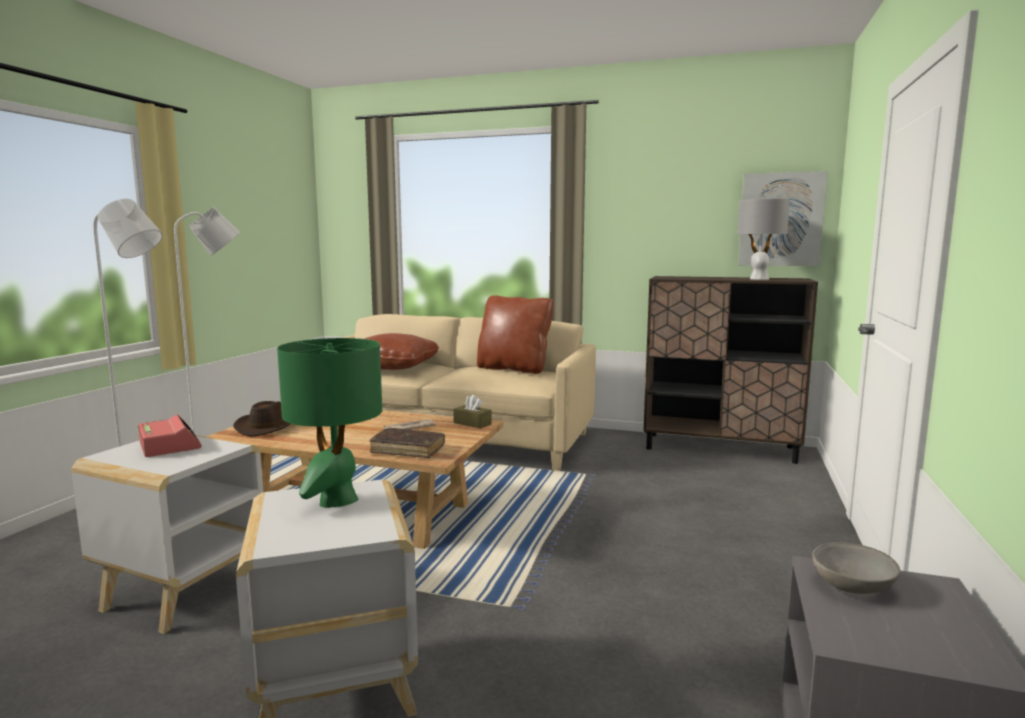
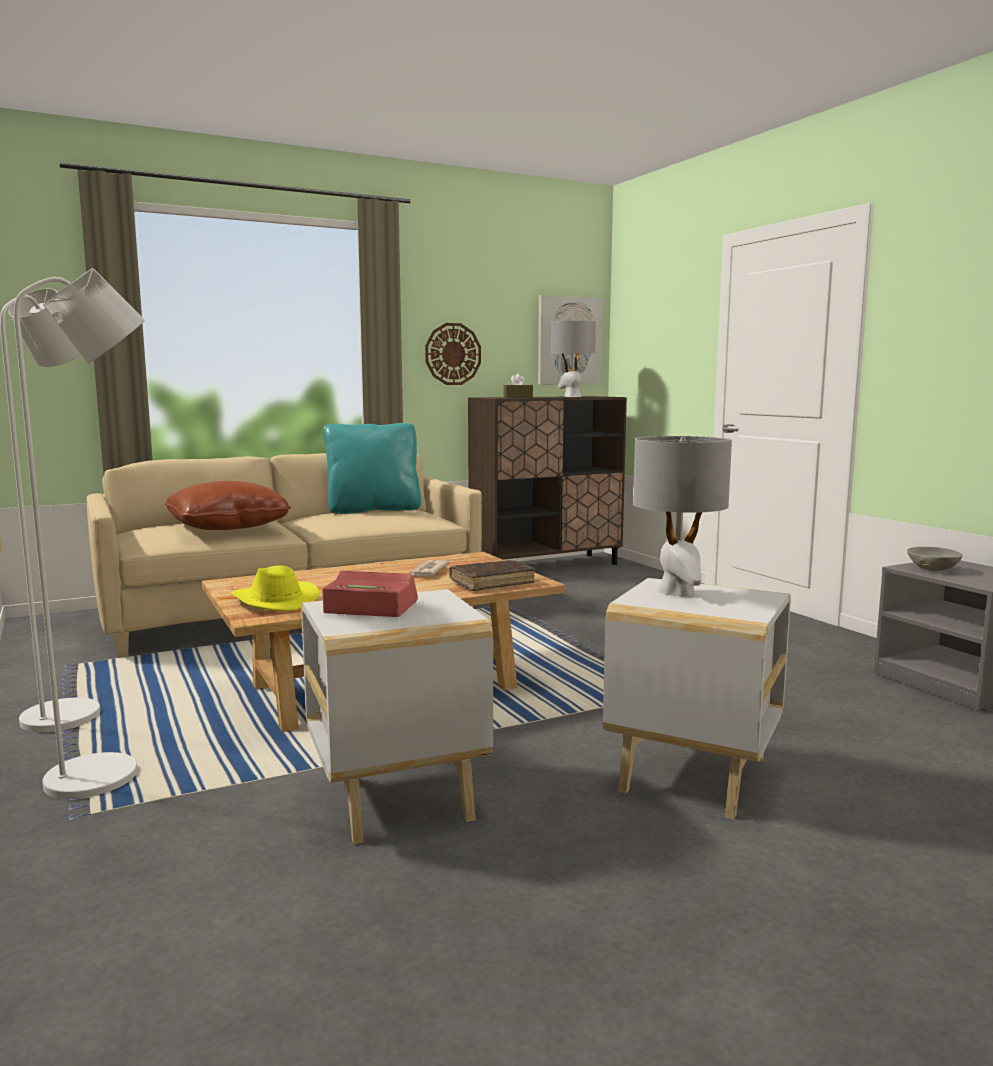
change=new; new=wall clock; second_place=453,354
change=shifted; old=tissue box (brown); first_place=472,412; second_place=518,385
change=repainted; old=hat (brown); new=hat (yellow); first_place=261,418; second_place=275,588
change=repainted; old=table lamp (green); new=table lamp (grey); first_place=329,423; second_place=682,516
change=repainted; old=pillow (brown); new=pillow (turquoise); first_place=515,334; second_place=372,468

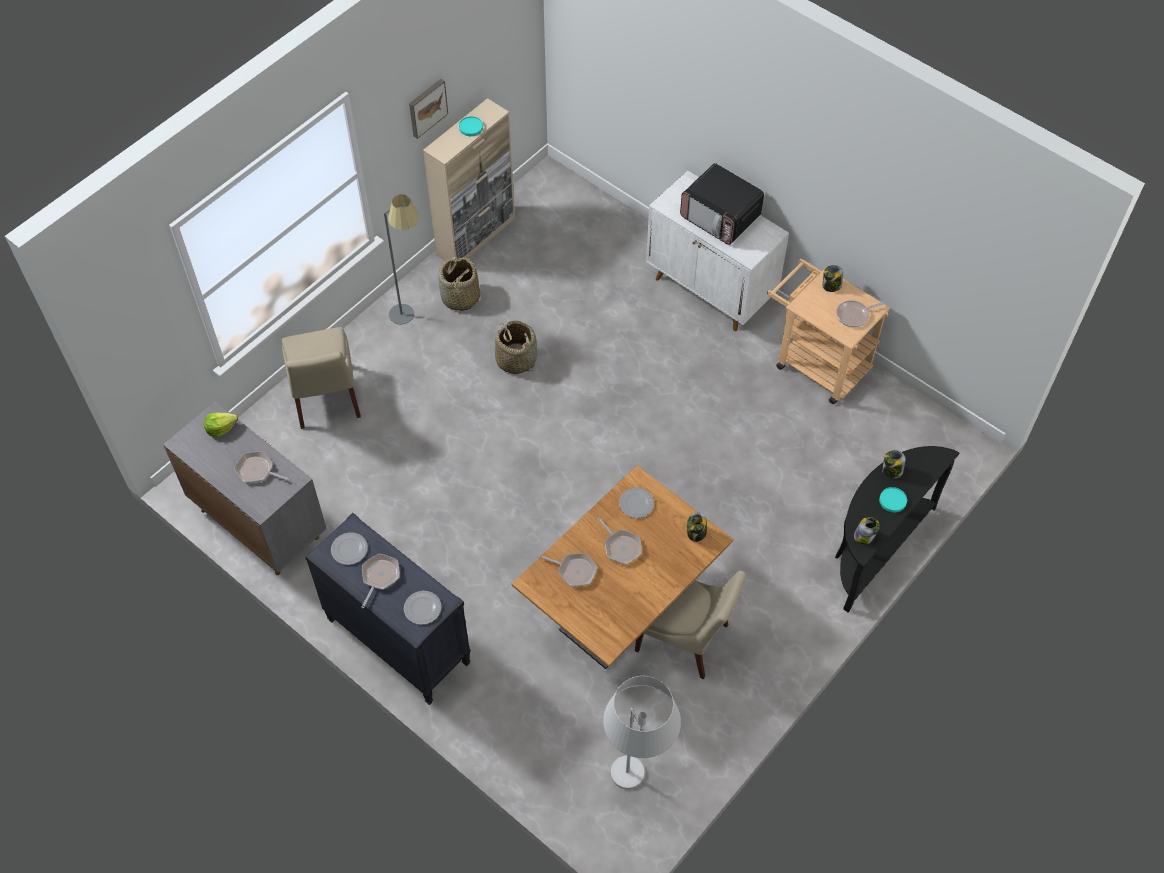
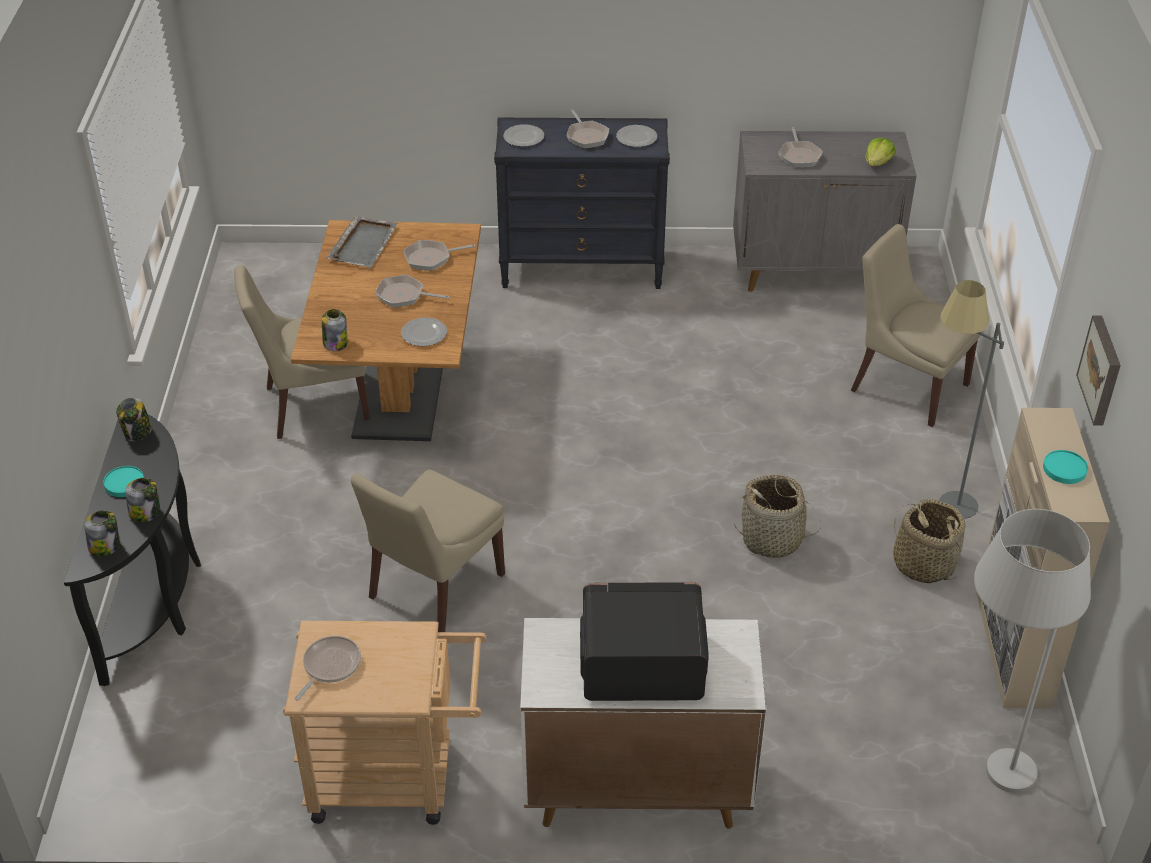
change=new; new=tray (grey); second_place=362,242
change=new; new=chair (beige); second_place=428,551
change=shifted; old=floor lamp (white); first_place=642,732; second_place=1032,651
change=shifted; old=jar; first_place=833,278; second_place=102,534
change=rotated; old=frying pan; first_place=262,467; second_place=800,147; degrees=105

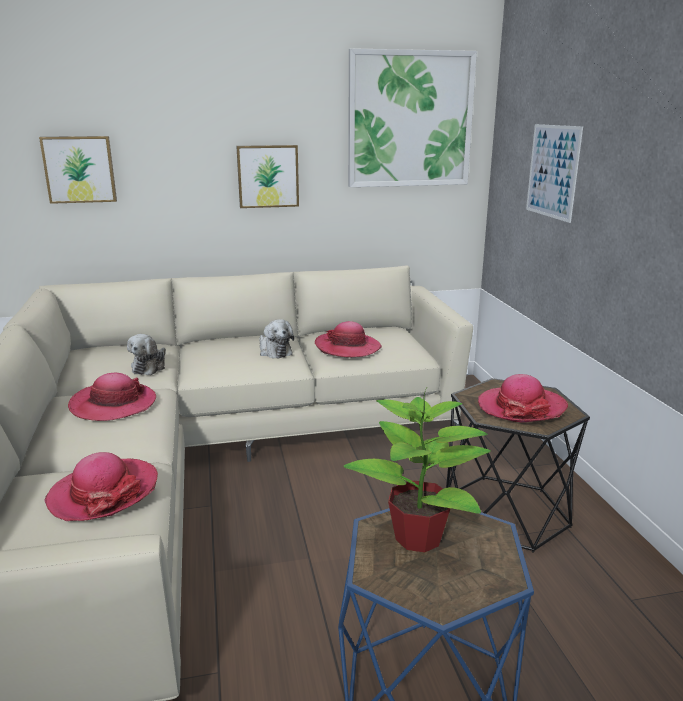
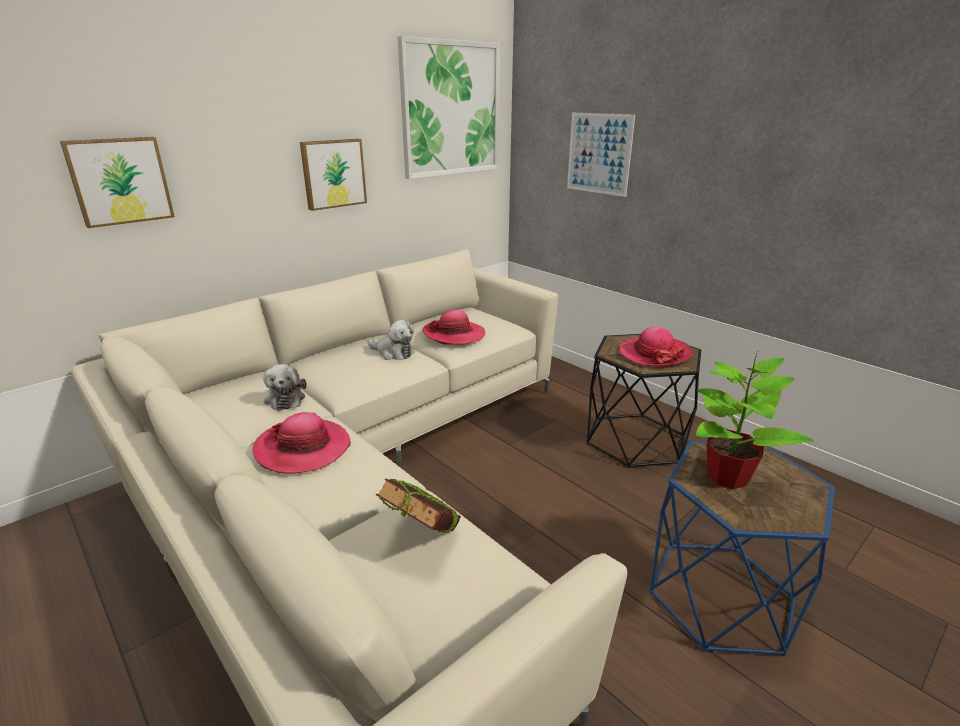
change=swapped; old=hat; new=book; first_place=101,486; second_place=418,505

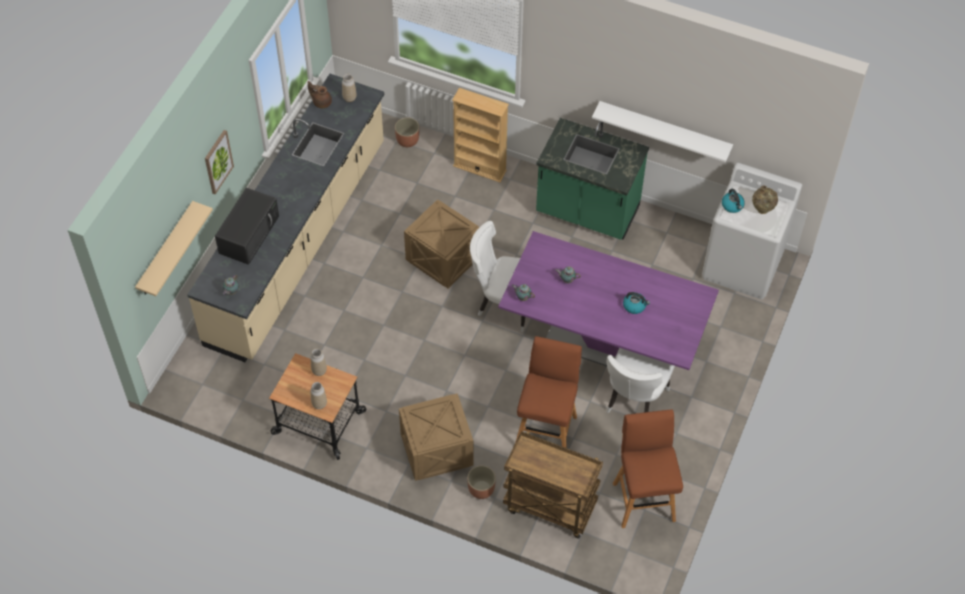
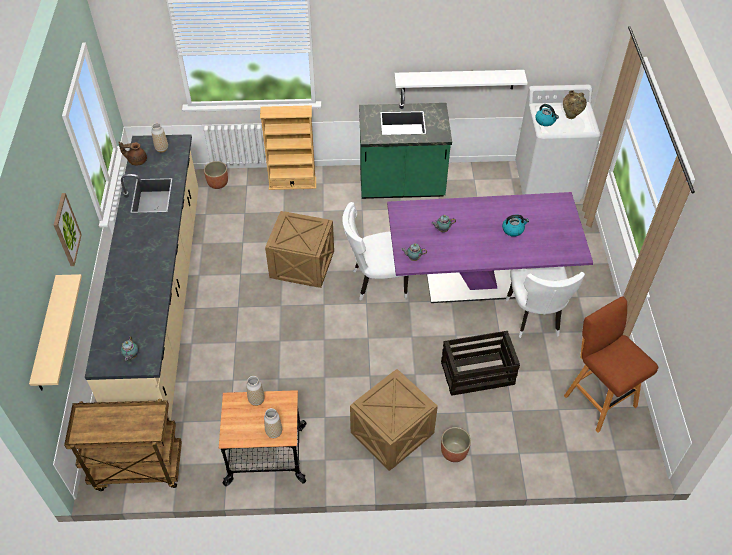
change=gone; old=microwave (black); first_place=247,226
change=shifted; old=cart (brown); first_place=553,485; second_place=123,445
change=swapped; old=stool (brown); new=crate; first_place=548,392; second_place=480,363

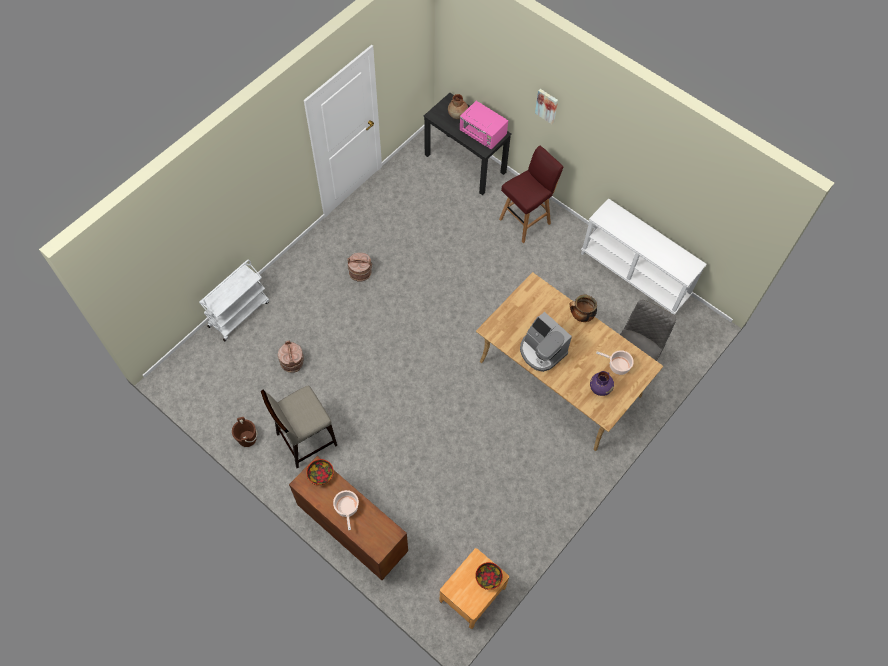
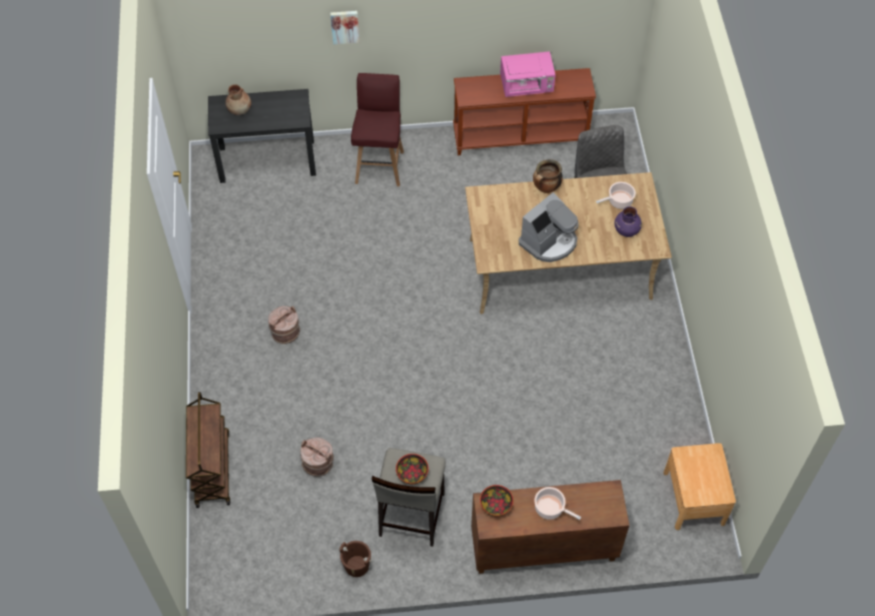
change=shifted; old=microwave (pink); first_place=483,125; second_place=527,74
change=shifted; old=bowl; first_place=489,576; second_place=412,469
change=repainted; old=cart (white); new=cart (brown); first_place=234,300; second_place=208,450
change=repainted; old=console table (white); new=console table (brown); first_place=644,256; second_place=524,111
change=rotated; old=coffee machine; first_place=546,342; second_place=549,227; degrees=-45

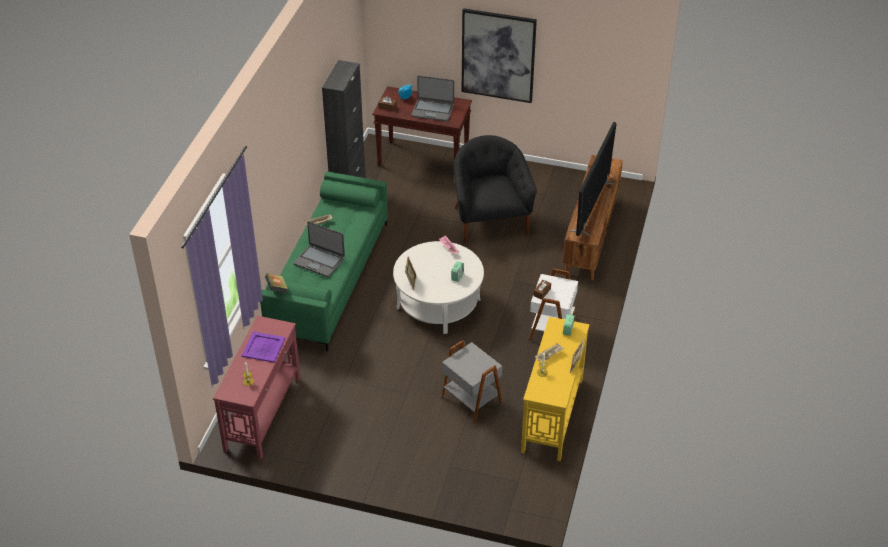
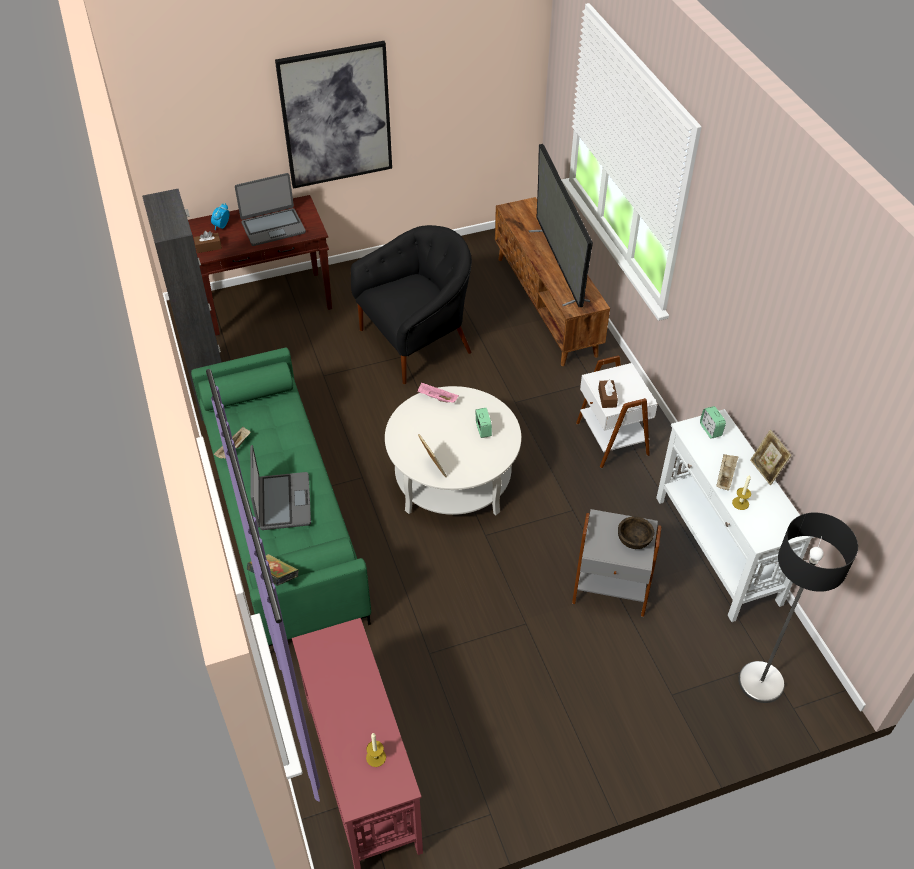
change=gone; old=tray (purple); first_place=263,347
change=new; new=bowl (brown); second_place=636,532
change=new; new=floor lamp; second_place=798,608
change=repainted; old=console table (yellow); new=console table (white); first_place=555,389; second_place=735,515
change=rotated; old=laptop; first_place=319,249; second_place=280,487; degrees=-90
change=rotated; old=armchair (black); first_place=495,189; second_place=411,304; degrees=105

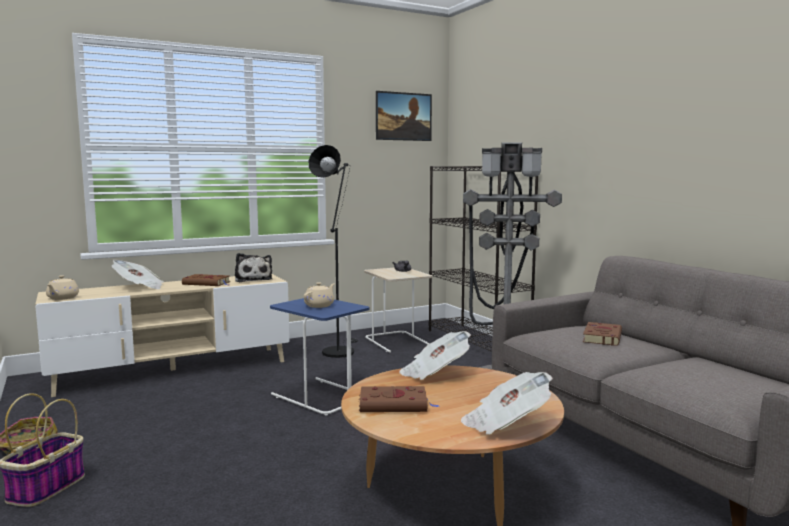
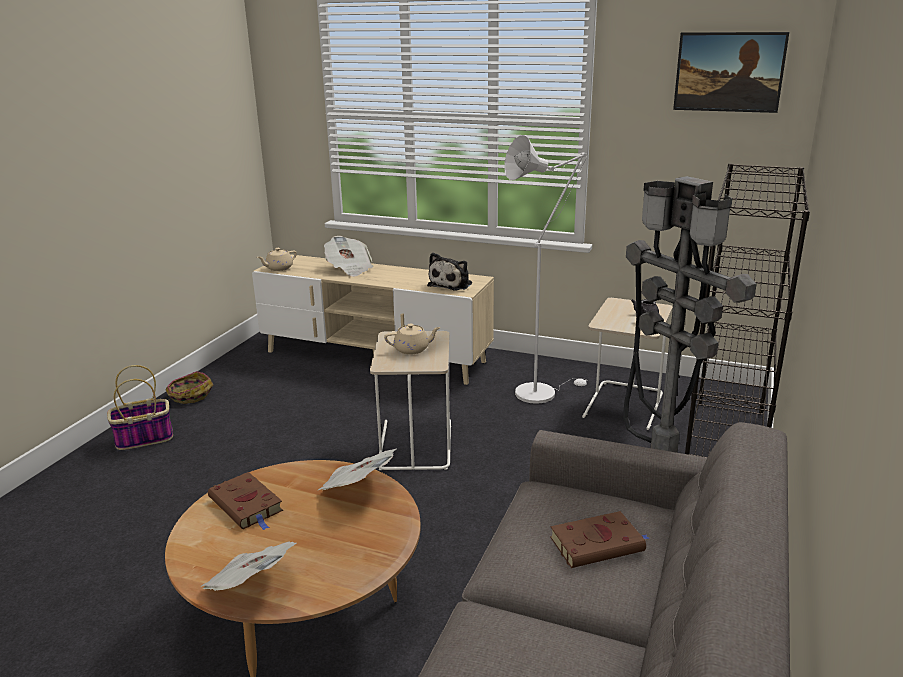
change=gone; old=book (brown); first_place=206,280
change=repainted; old=side table (blue); new=side table (beige); first_place=319,357; second_place=410,400
change=repainted; old=floor lamp (black); new=floor lamp (white); first_place=333,251; second_place=546,269

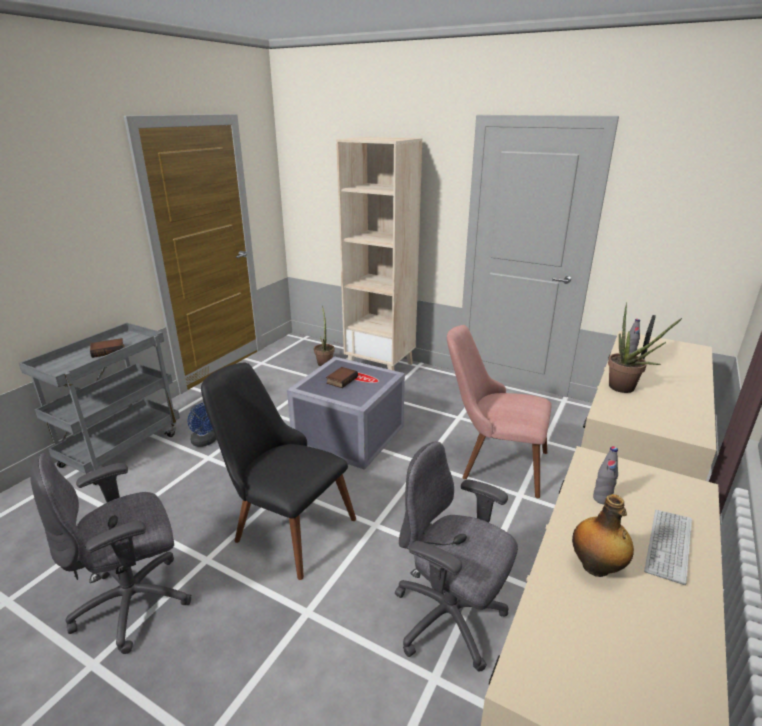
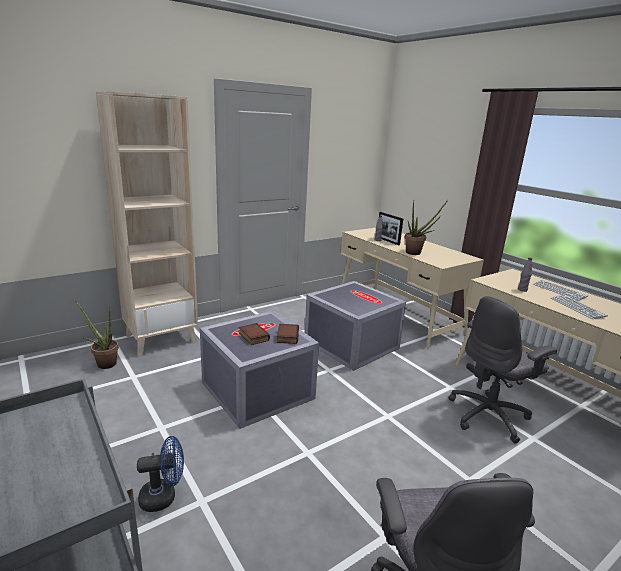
change=gone; old=chair (black); first_place=278,471
change=shifted; old=book; first_place=107,348; second_place=288,334
change=swapped; old=chair (pink); new=storage box (grey); first_place=499,411; second_place=355,326
change=swapped; old=bottle; new=keyboard; first_place=603,535; second_place=579,307

